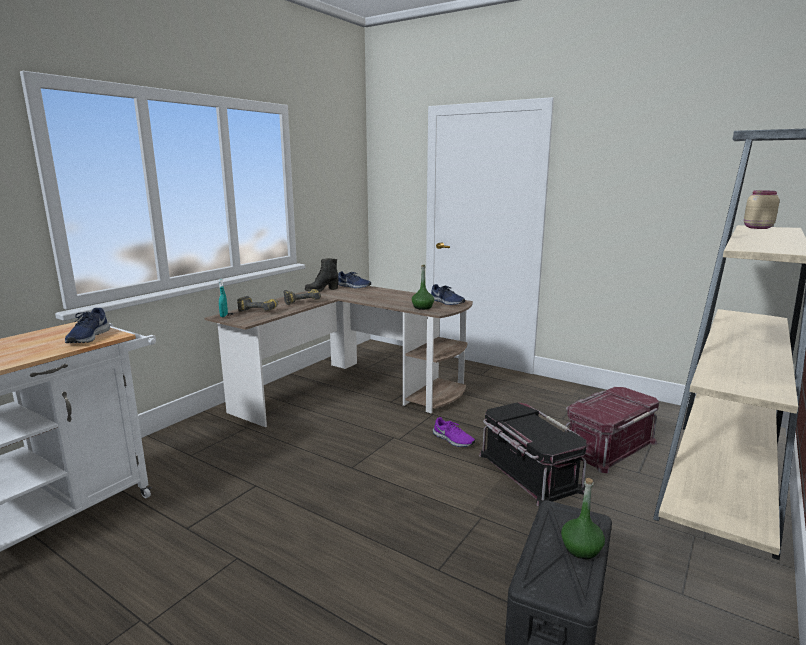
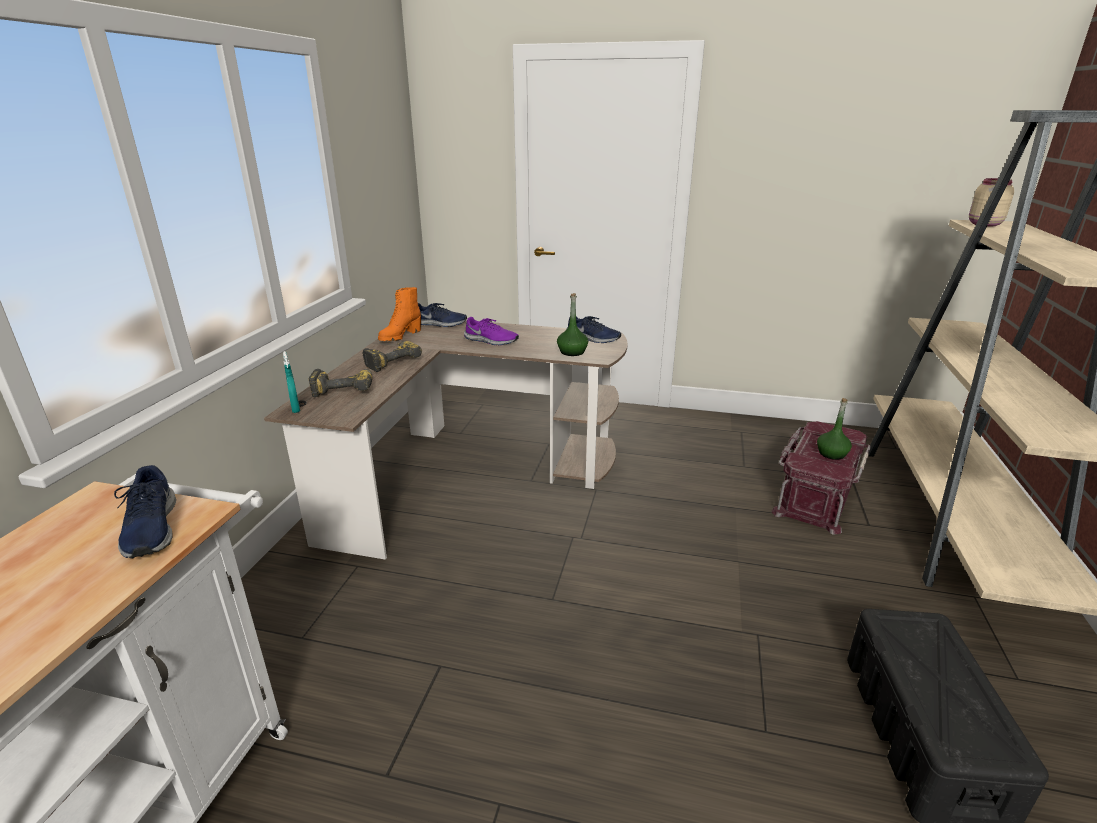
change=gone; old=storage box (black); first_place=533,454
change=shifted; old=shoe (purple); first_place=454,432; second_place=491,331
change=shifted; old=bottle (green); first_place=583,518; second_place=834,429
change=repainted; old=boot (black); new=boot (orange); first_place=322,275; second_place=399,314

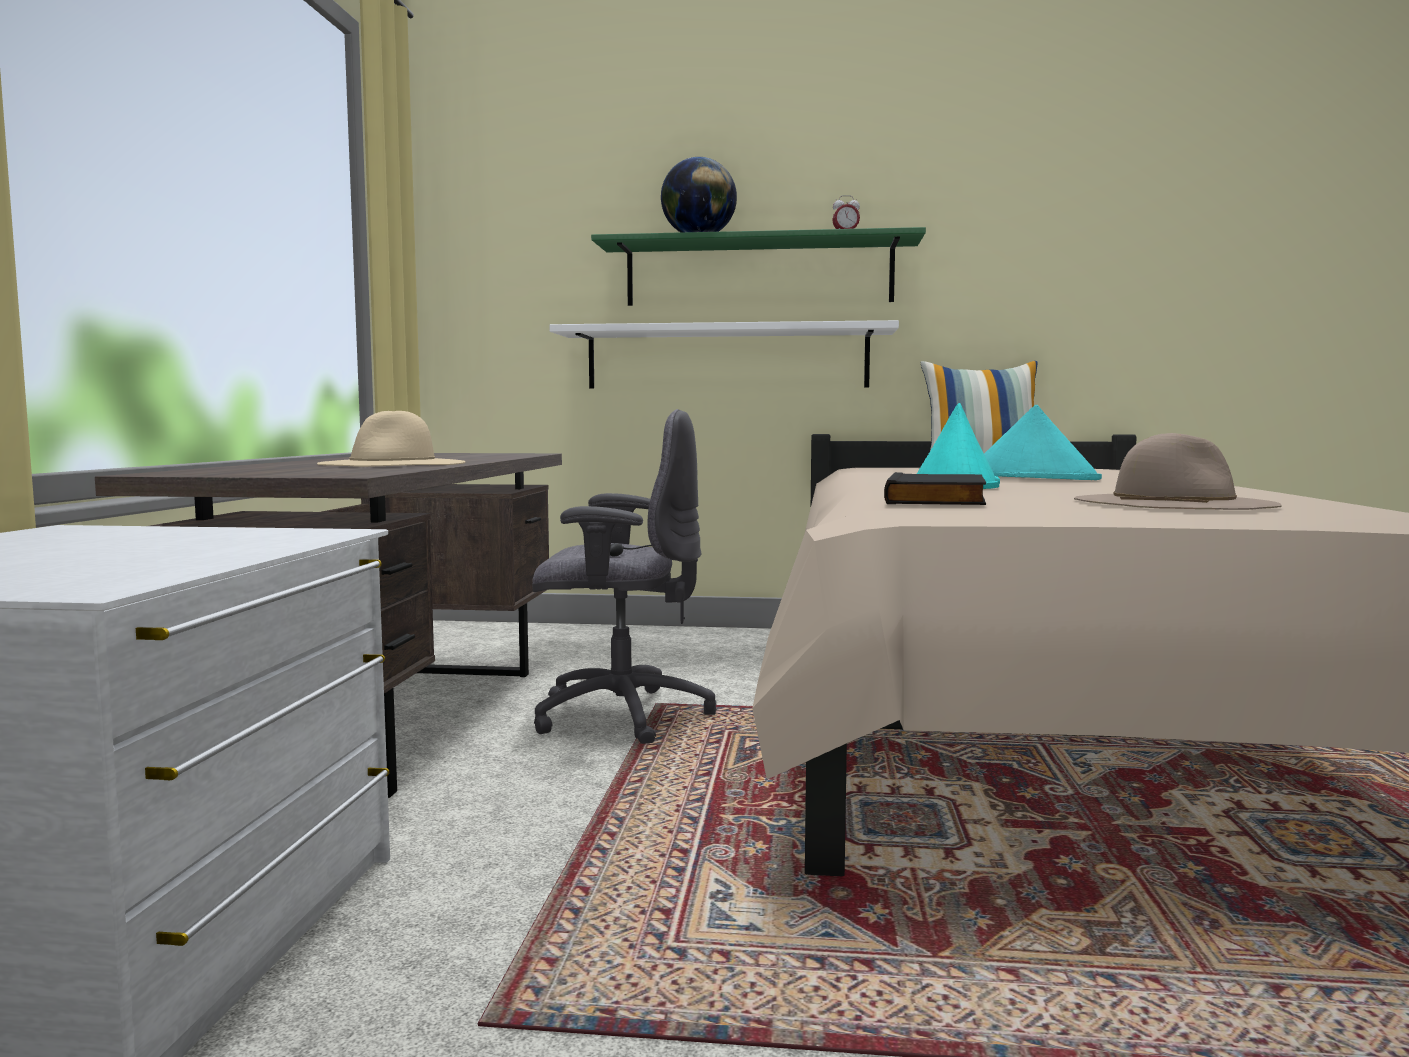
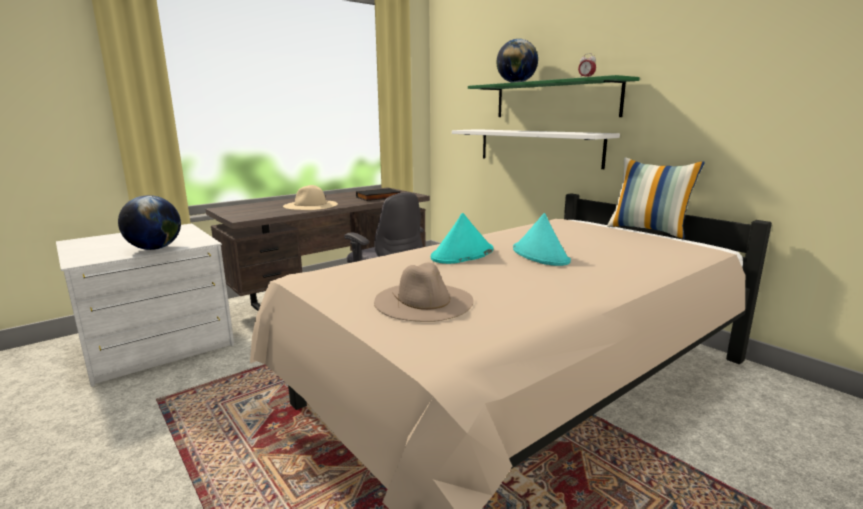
change=new; new=globe; second_place=149,222
change=shifted; old=book (black); first_place=935,488; second_place=378,194

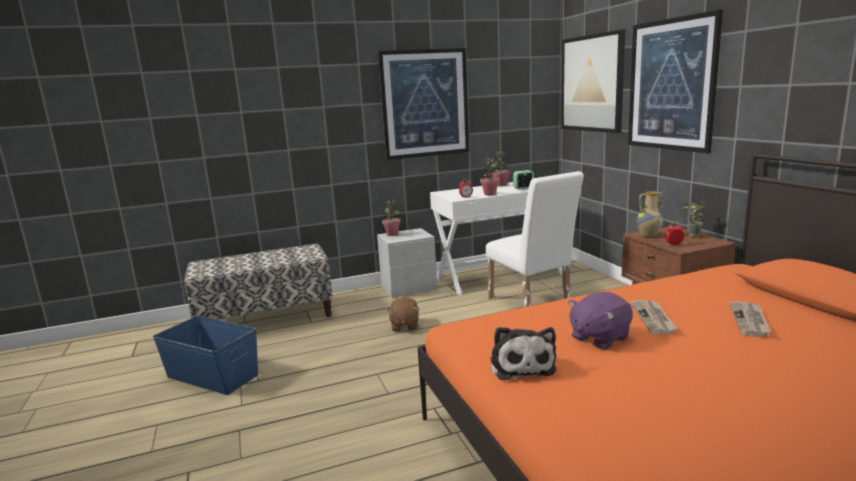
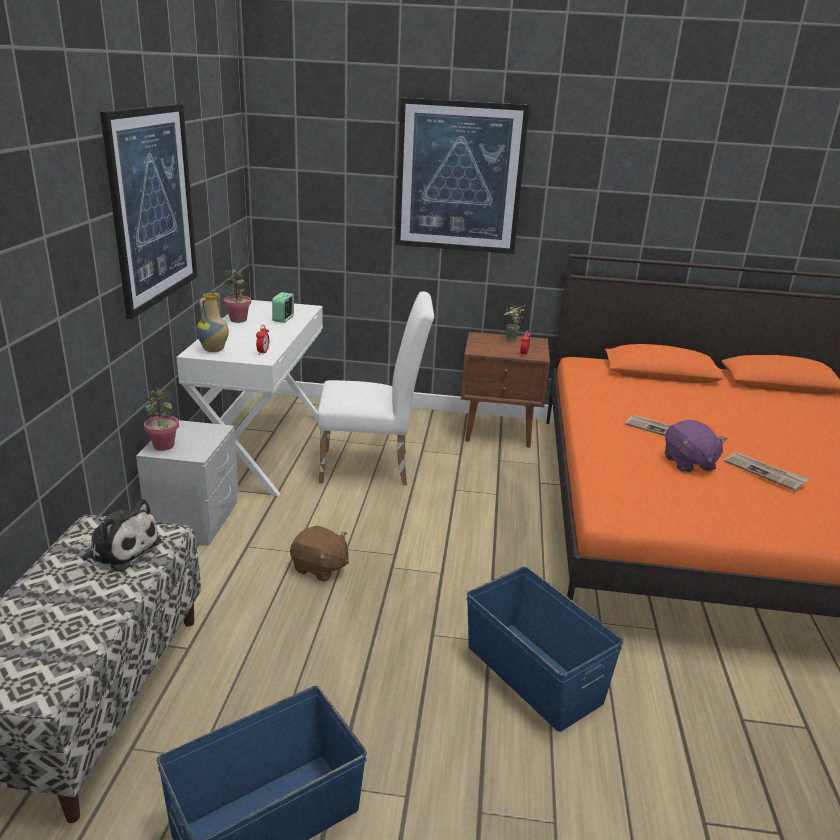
change=gone; old=potted plant; first_place=489,176
change=gone; old=picture; first_place=593,81
change=new; new=storage box (blue); second_place=545,649
change=shifted; old=plush toy; first_place=523,353; second_place=119,535
change=shifted; old=vase; first_place=650,214; second_place=212,322
change=shifted; old=newspaper; first_place=750,319; second_place=766,472

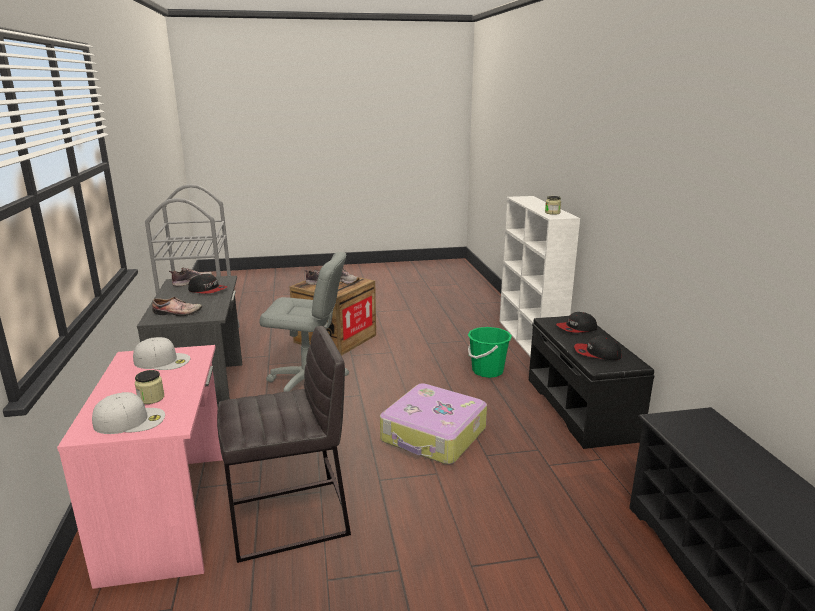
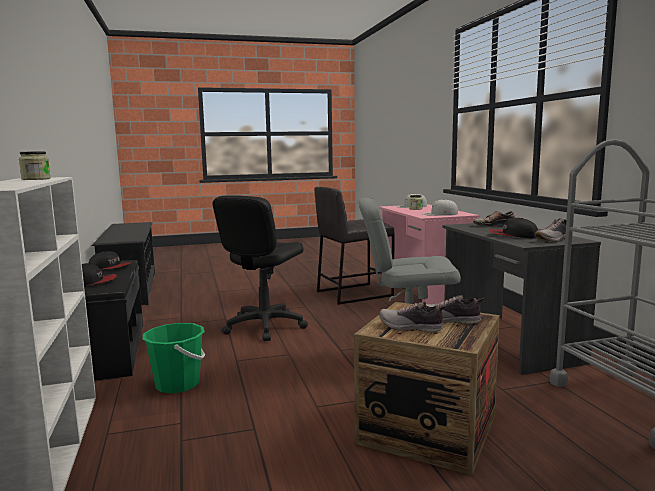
change=swapped; old=suitcase; new=office chair (black); first_place=433,423; second_place=260,268

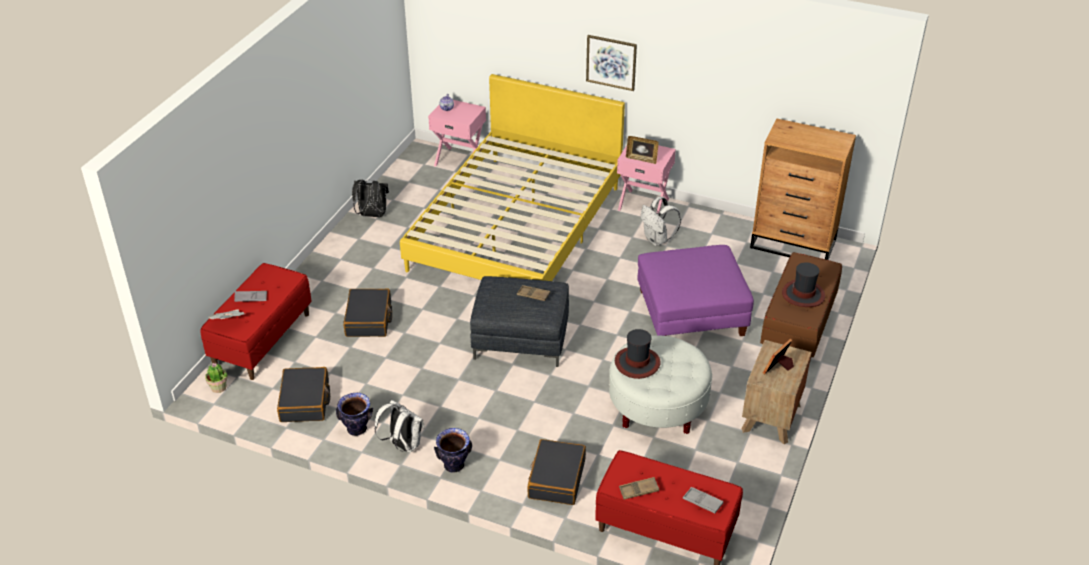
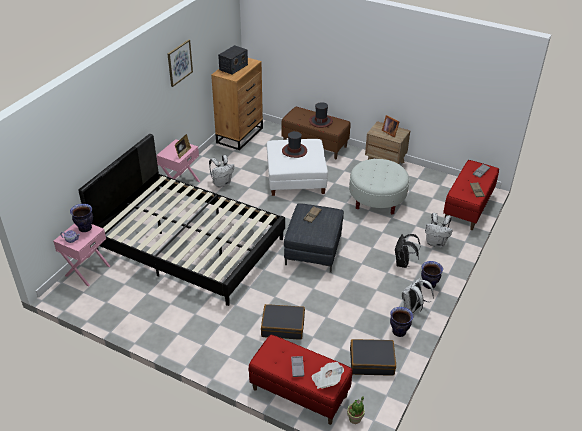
change=new; new=vase; second_place=81,218
change=new; new=radio; second_place=233,60
change=shifted; old=backpack (black); first_place=370,198; second_place=407,251
change=shifted; old=picture; first_place=611,63; second_place=180,63
change=shifted; old=hat; first_place=638,354; second_place=294,144
change=swapped; old=suitcase (black); new=backpack (white); first_place=557,472; second_place=439,230
change=repainted; old=bed (yellow); new=bed (black); first_place=512,177; second_place=181,220
change=repainted; old=ottoman (purple); new=ottoman (white); first_place=695,290; second_place=297,167

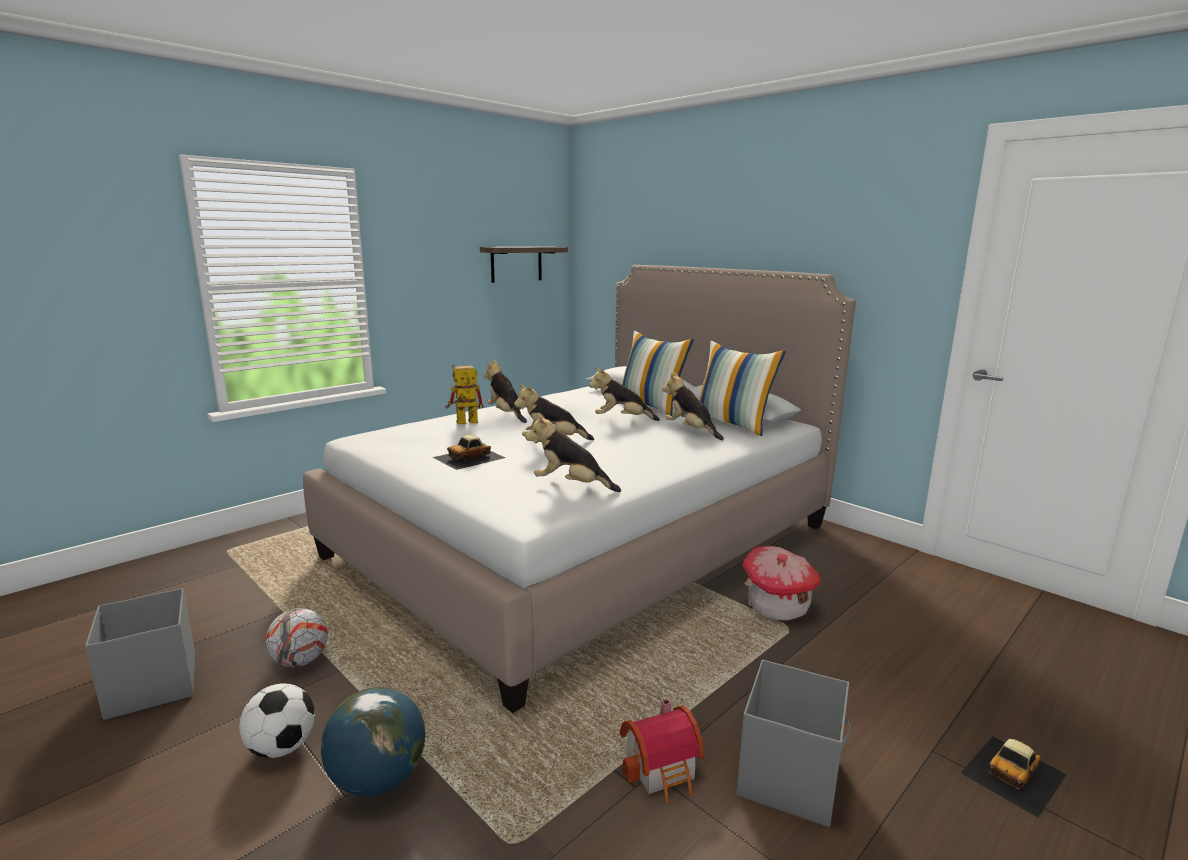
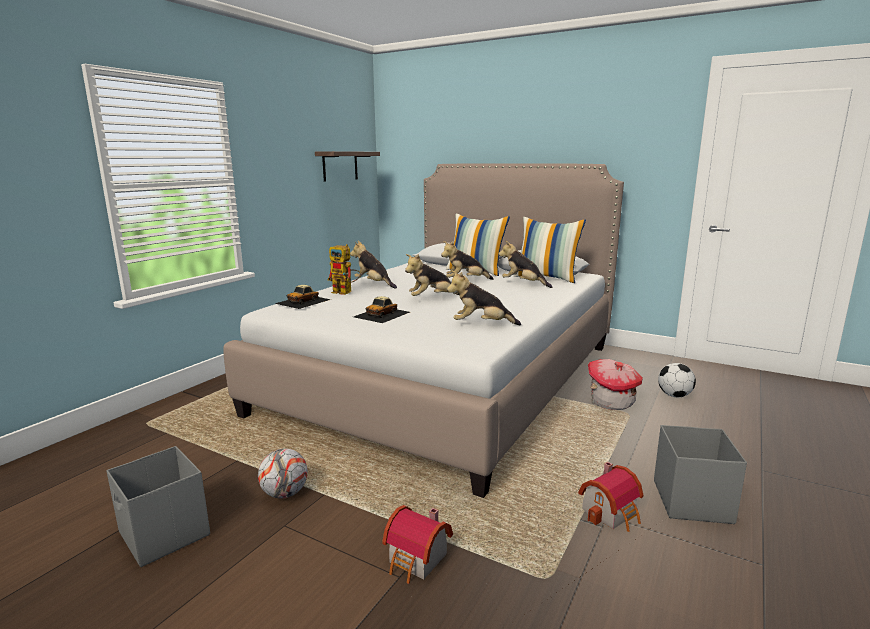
change=shifted; old=football; first_place=277,720; second_place=677,380
change=shifted; old=toy car; first_place=1014,777; second_place=303,297
change=swapped; old=globe; new=toy house; first_place=373,741; second_place=417,544
change=rotated; old=toy robot; first_place=464,394; second_place=344,269; degrees=-120

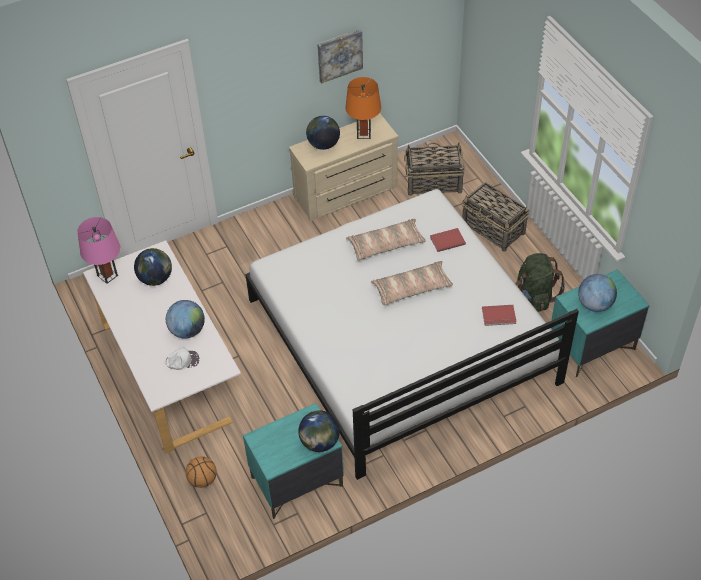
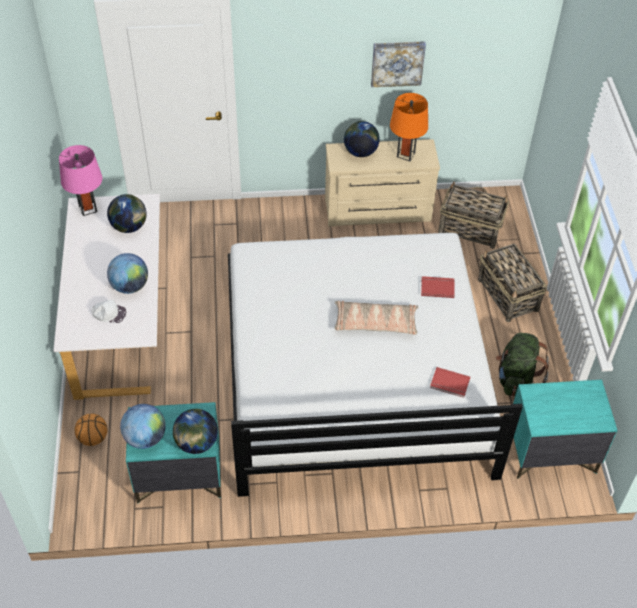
change=gone; old=pillow; first_place=386,240
change=shifted; old=globe; first_place=597,293; second_place=143,426

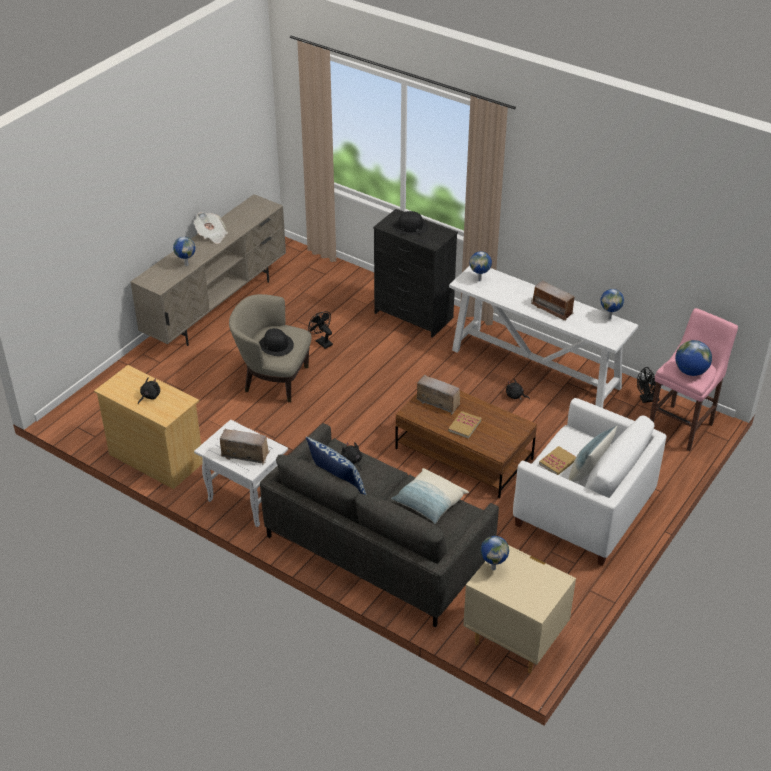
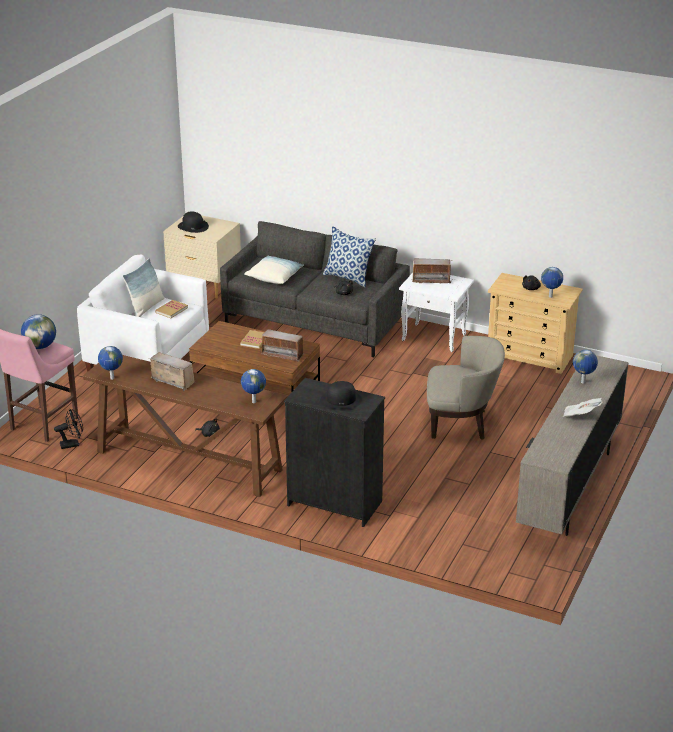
change=gone; old=fan (black); first_place=320,330
change=shifted; old=hat (black); first_place=276,342; second_place=193,222
change=shifted; old=globe; first_place=495,553; second_place=552,282
change=repainted; old=console table (white); new=console table (brown); first_place=543,337; second_place=185,426

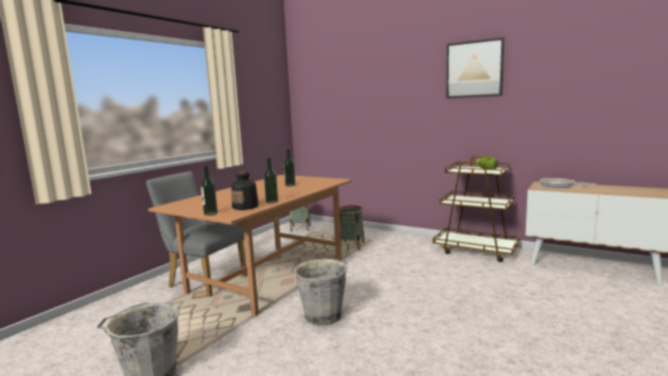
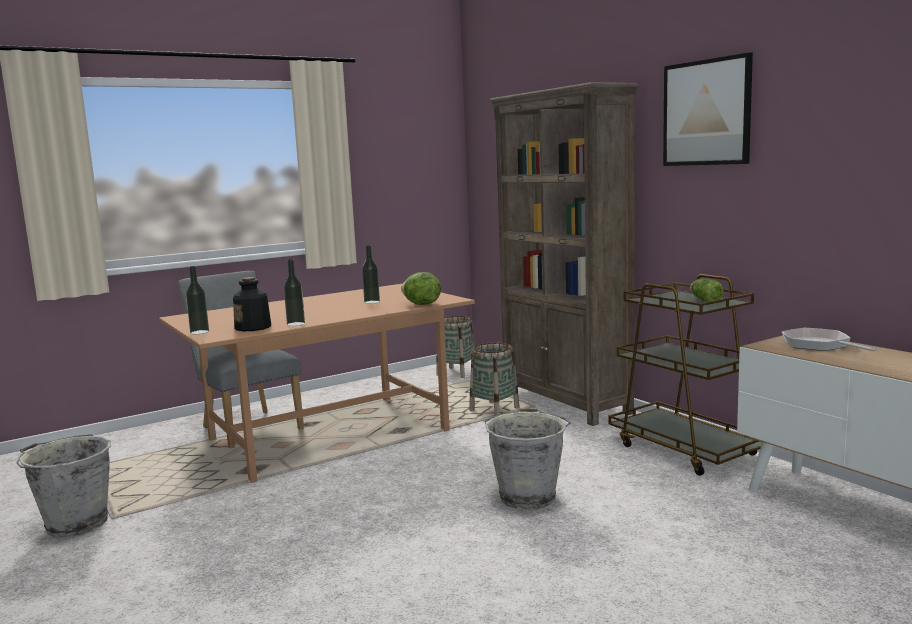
change=new; new=lettuce; second_place=421,288
change=new; new=bookcase (brown); second_place=564,254
change=shifted; old=bucket (grey); first_place=319,291; second_place=527,459

